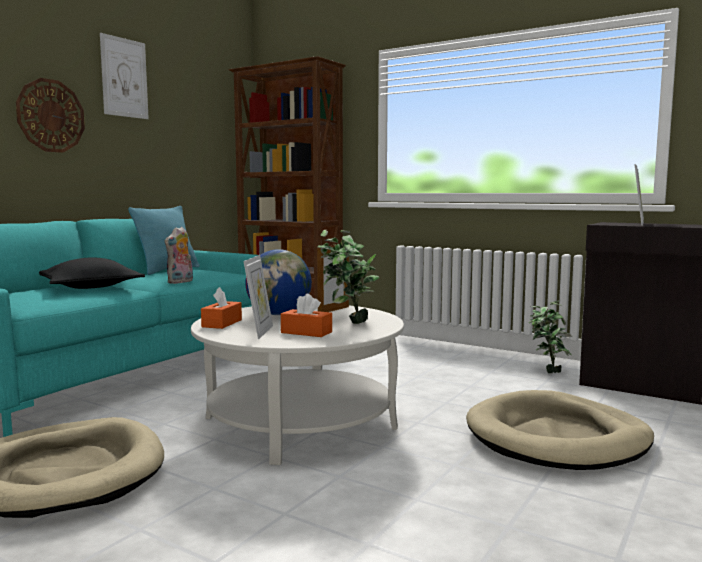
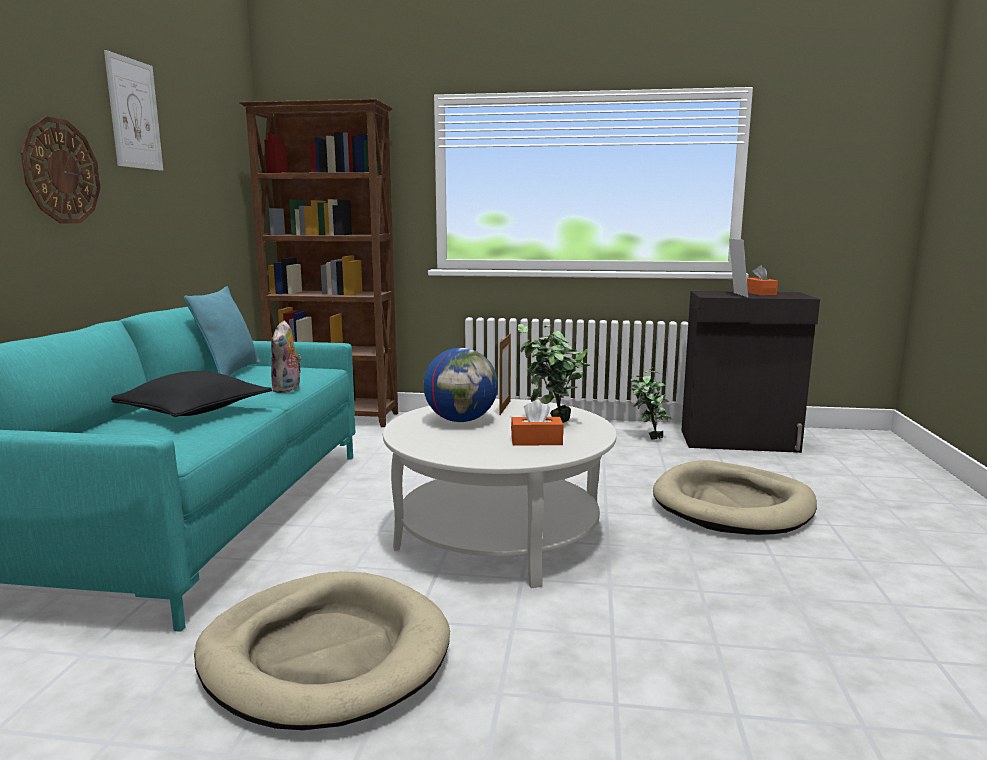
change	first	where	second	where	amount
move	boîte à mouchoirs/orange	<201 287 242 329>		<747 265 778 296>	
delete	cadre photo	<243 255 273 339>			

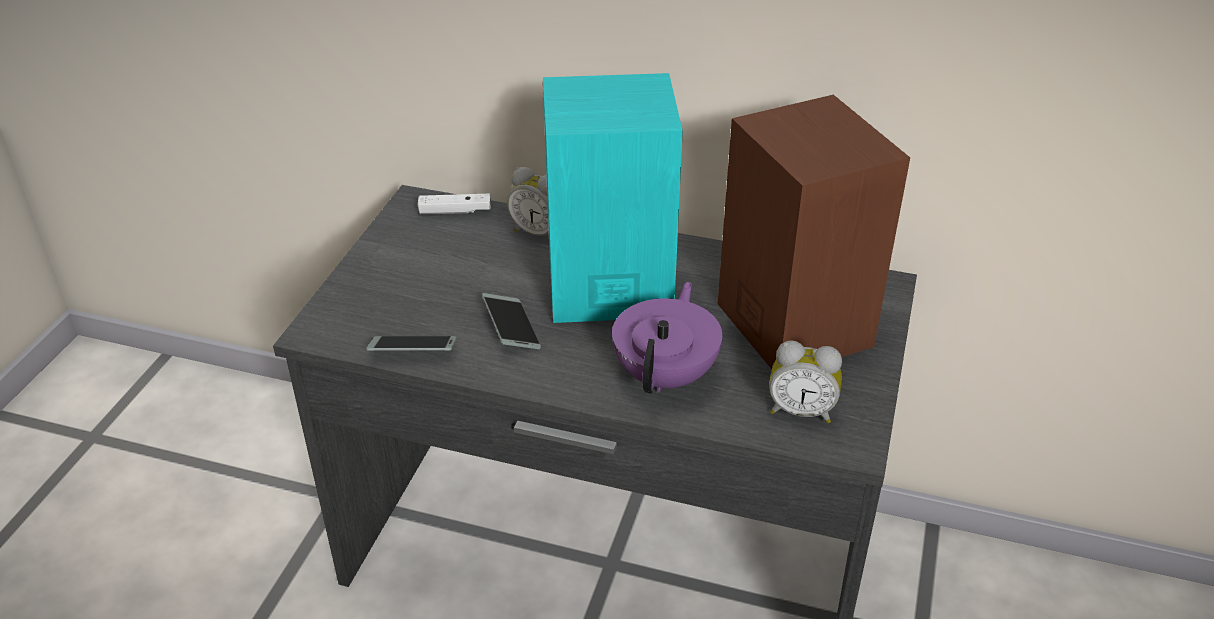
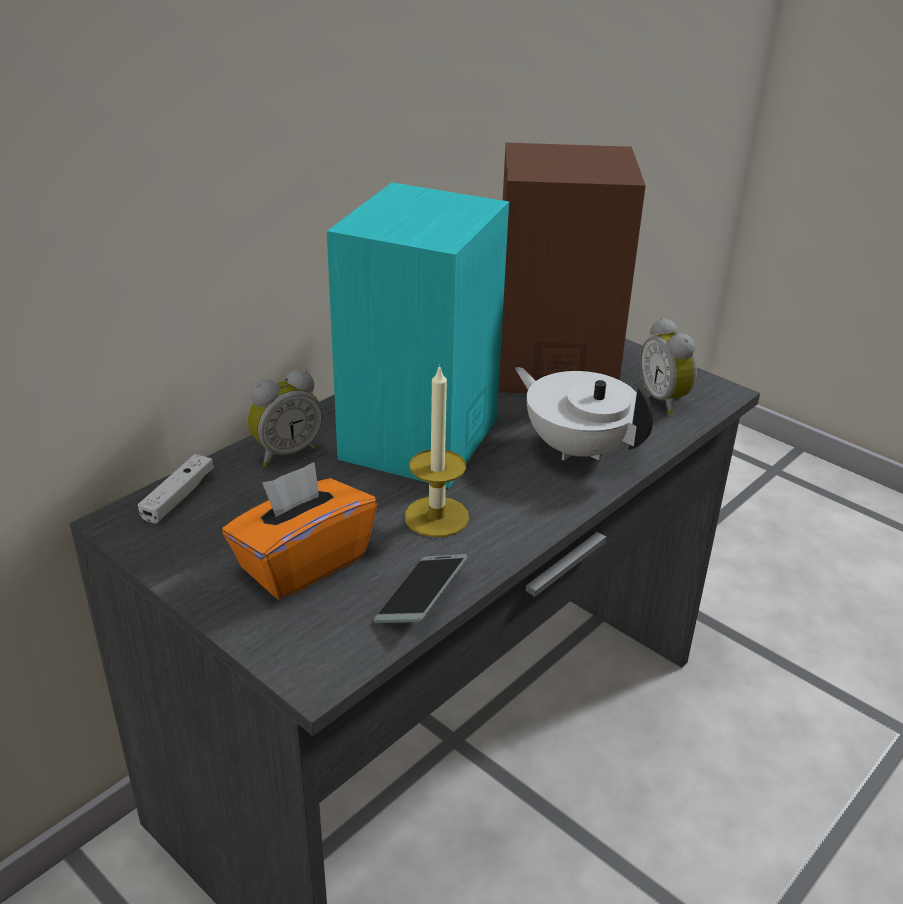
change	first	where	second	where	amount
insert			boîte à mouchoirs/orange	<222 462 377 600>	
replace	téléphone	<482 293 541 349>	bougie	<405 364 469 537>	
recolor	théière/violet	<612 282 722 394>	théière/blanc	<515 367 653 461>	
rotate	réveil	<769 340 842 423>		<640 318 697 415>	120 degrees clockwise

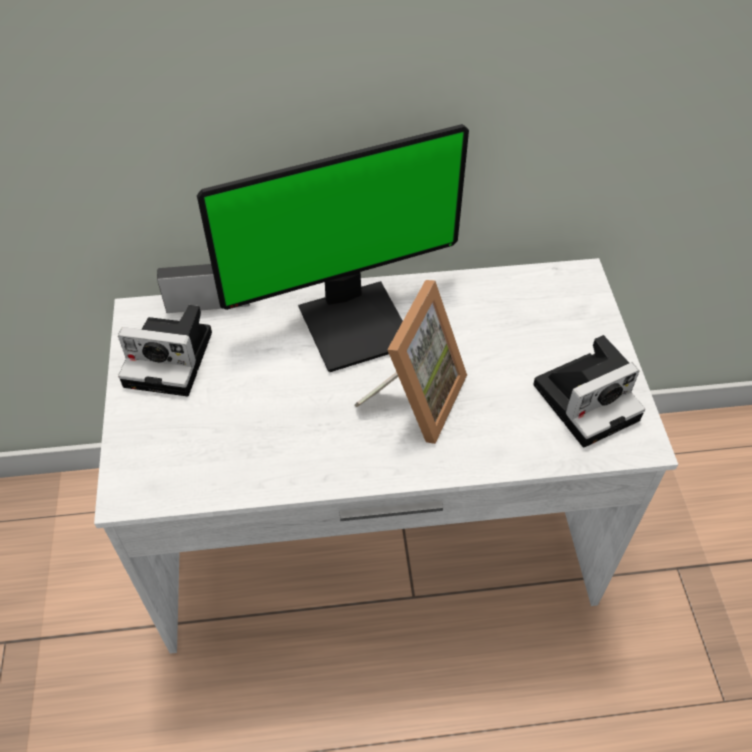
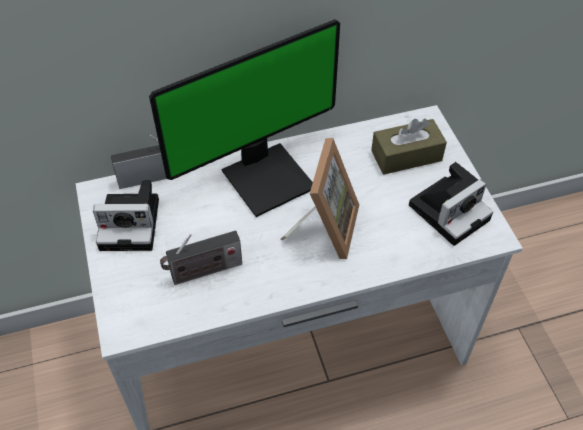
change	first	where	second	where	amount
insert			radio	<160 230 242 285>	
insert			boîte à mouchoirs/marron	<371 119 447 175>	

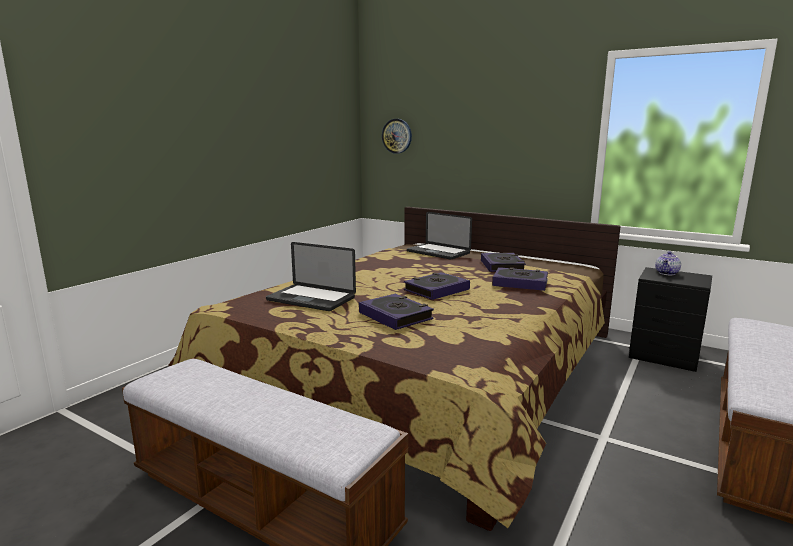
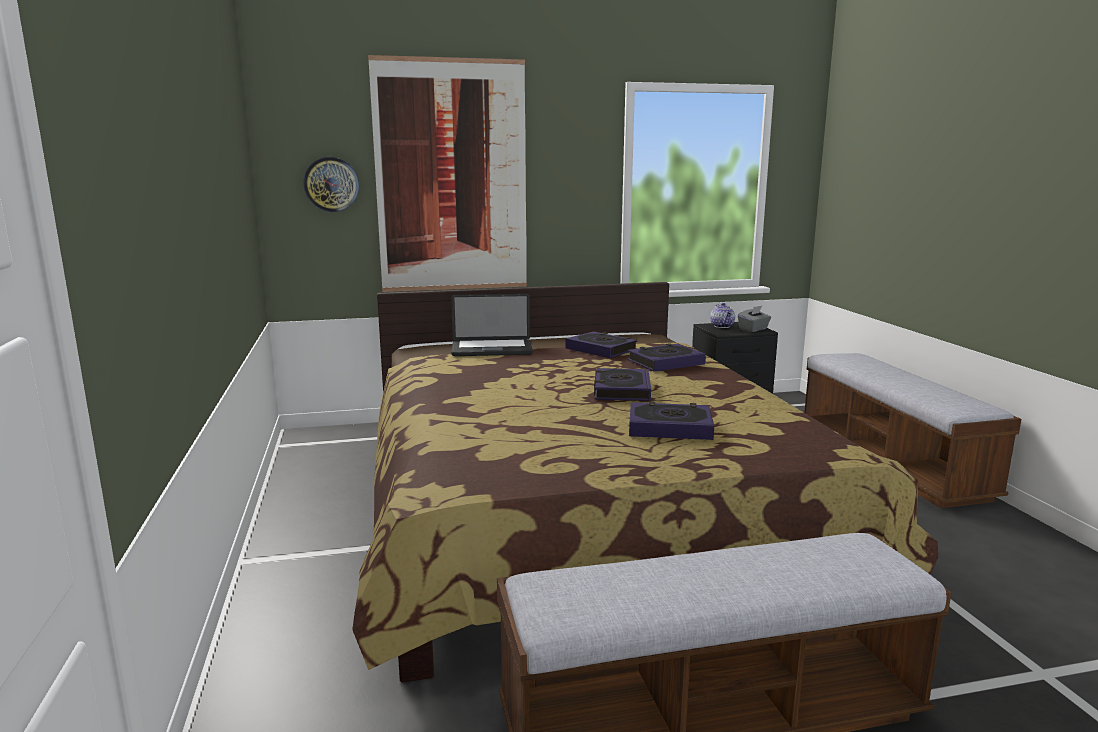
change	first	where	second	where	amount
insert			tableau	<368 55 527 292>	
insert			boîte à mouchoirs/gris	<738 305 771 332>	
delete	ordinateur portable	<266 242 356 311>			

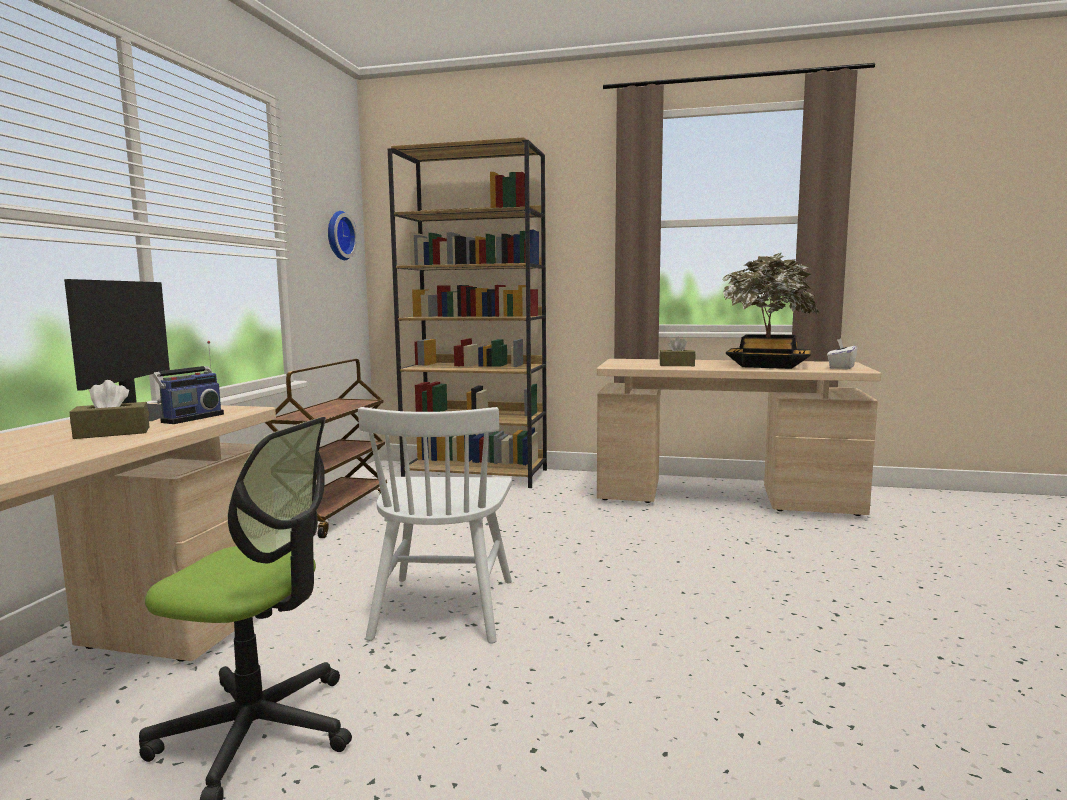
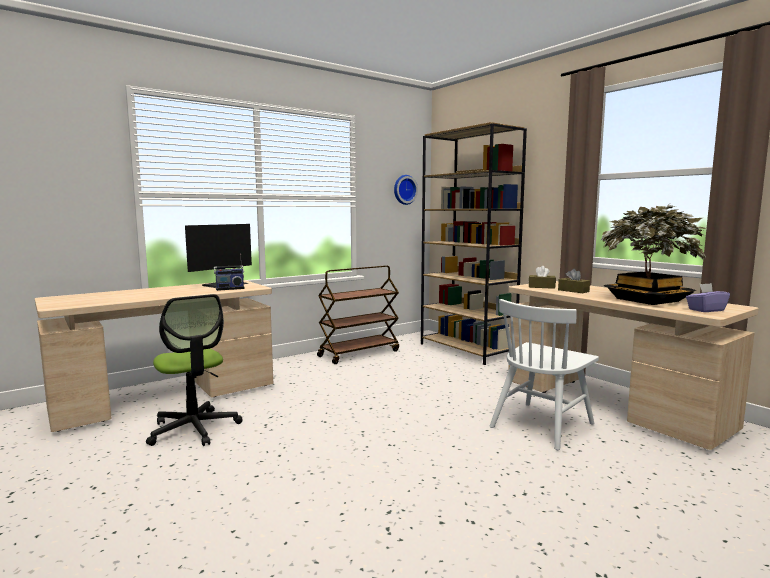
change	first	where	second	where	amount
move	chaise/blanc	<358 407 512 644>		<490 299 599 450>	
move	boîte à mouchoirs/marron	<70 380 149 439>		<529 266 556 289>	
recolor	boîte à mouchoirs/blanc	<827 339 857 369>	boîte à mouchoirs/violet	<686 283 730 312>	

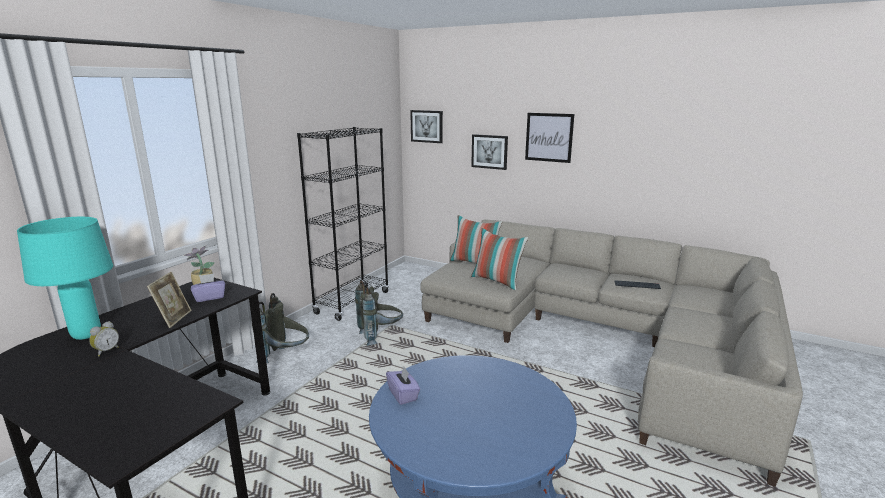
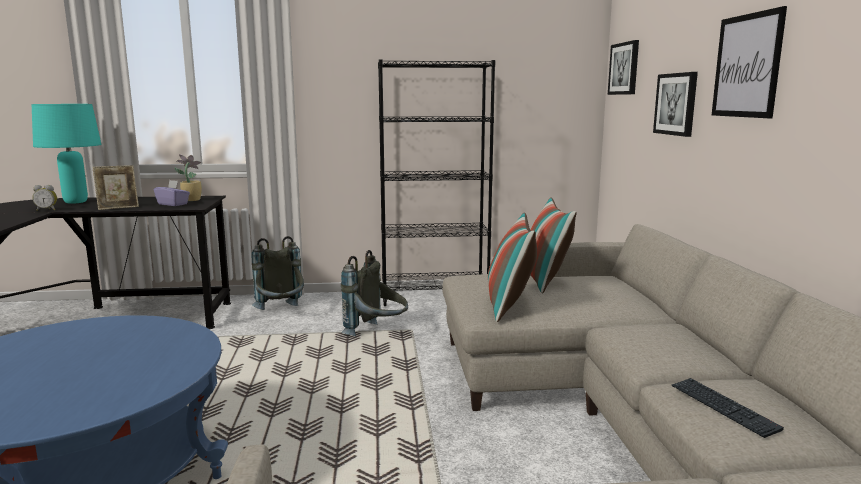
change	first	where	second	where	amount
delete	boîte à mouchoirs/violet	<386 367 420 405>			

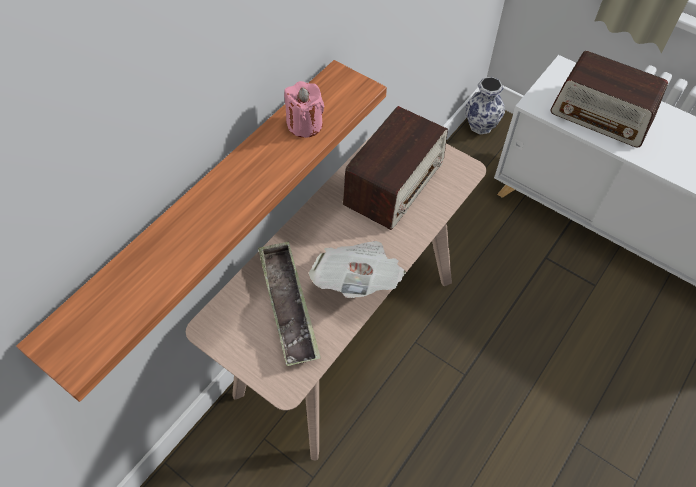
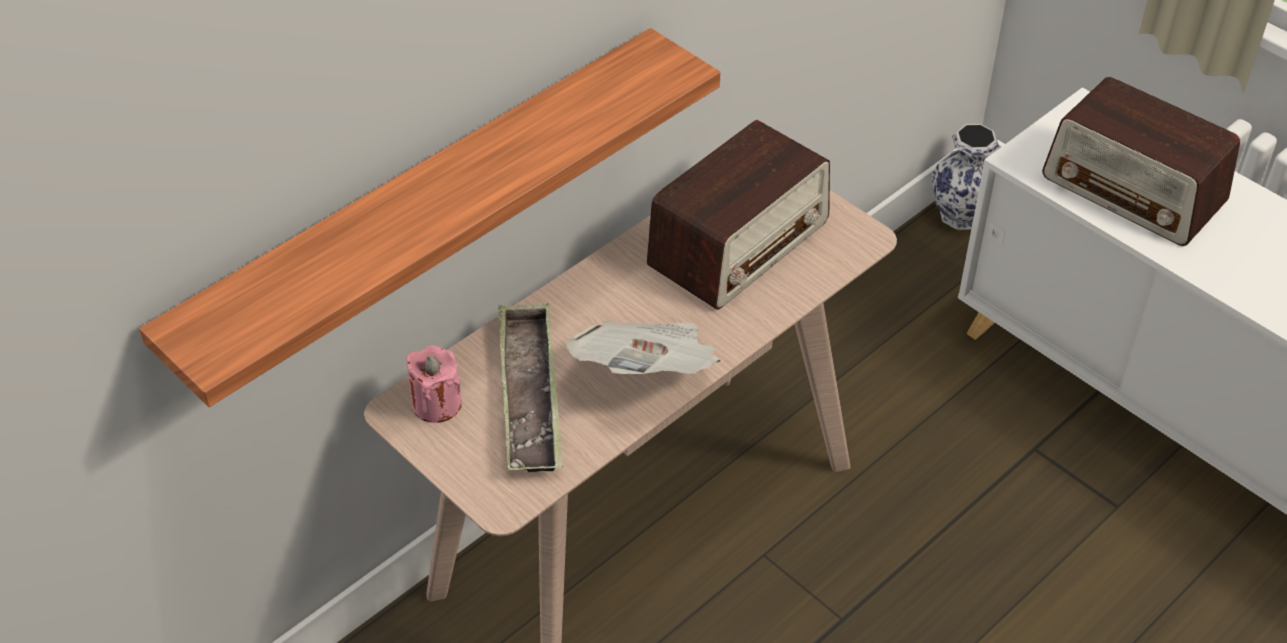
change	first	where	second	where	amount
move	bougie/rose	<284 81 324 138>		<406 345 462 423>	

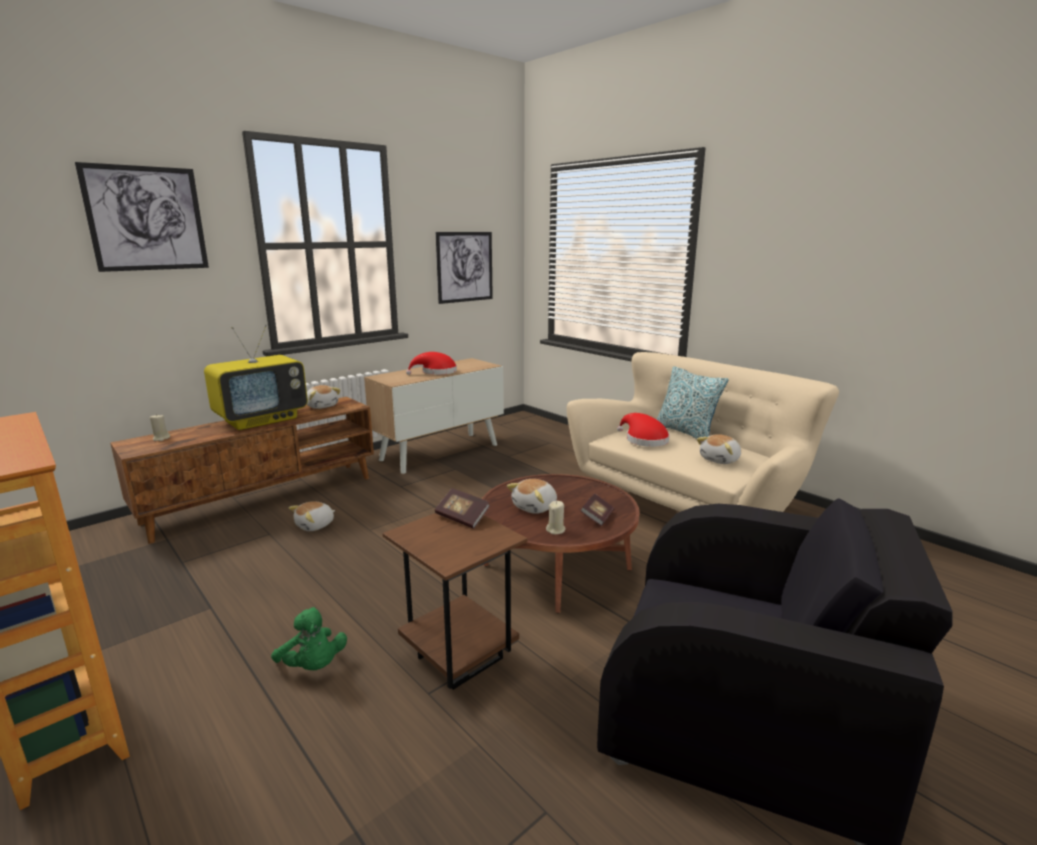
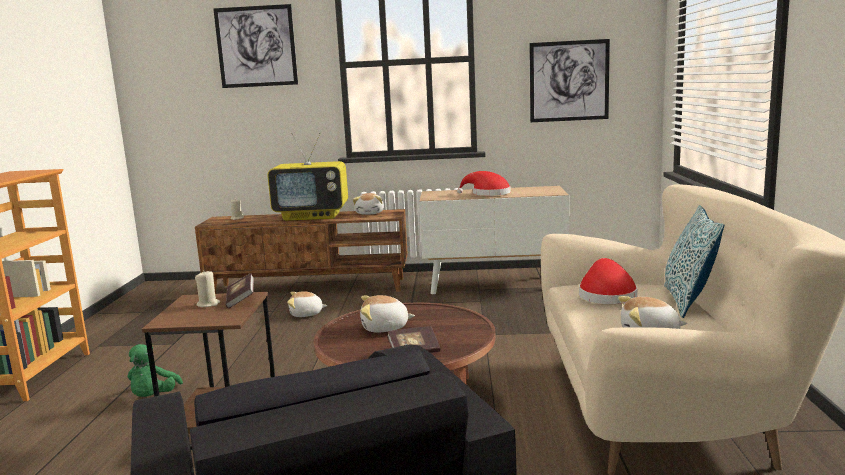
change	first	where	second	where	amount
move	bougie/beige	<546 501 565 534>		<195 271 220 307>	

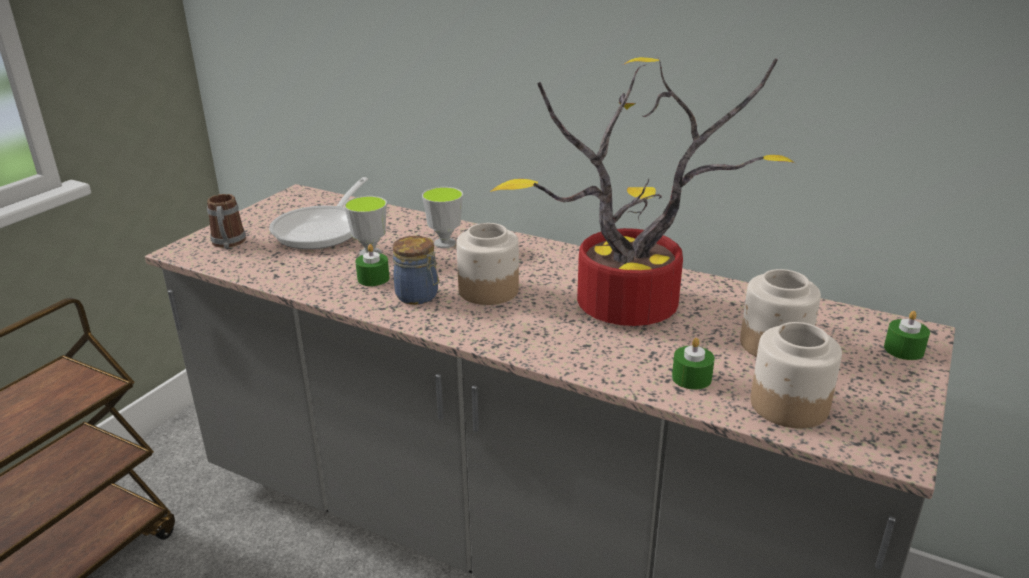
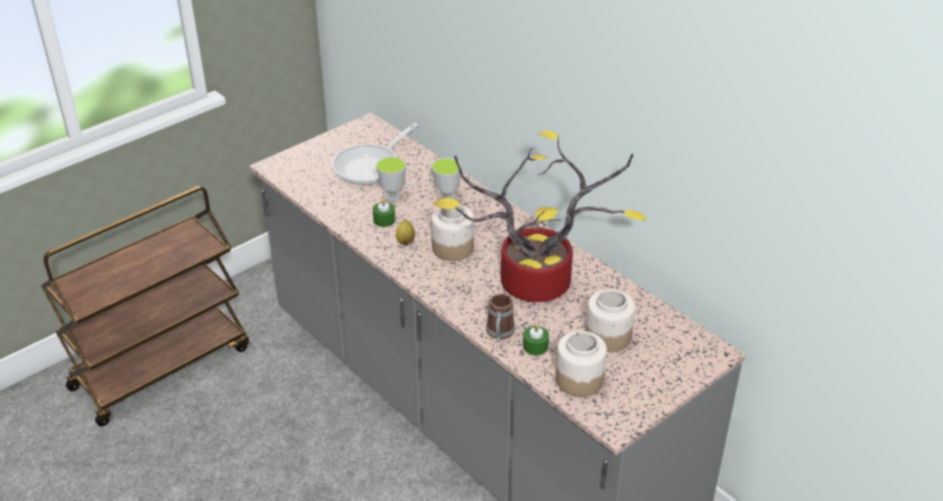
change	first	where	second	where	amount
replace	bocal	<393 236 439 305>	citron	<396 219 415 245>	
move	mug	<207 194 246 248>		<486 294 515 342>	
delete	bougie/vert	<884 311 930 360>			

